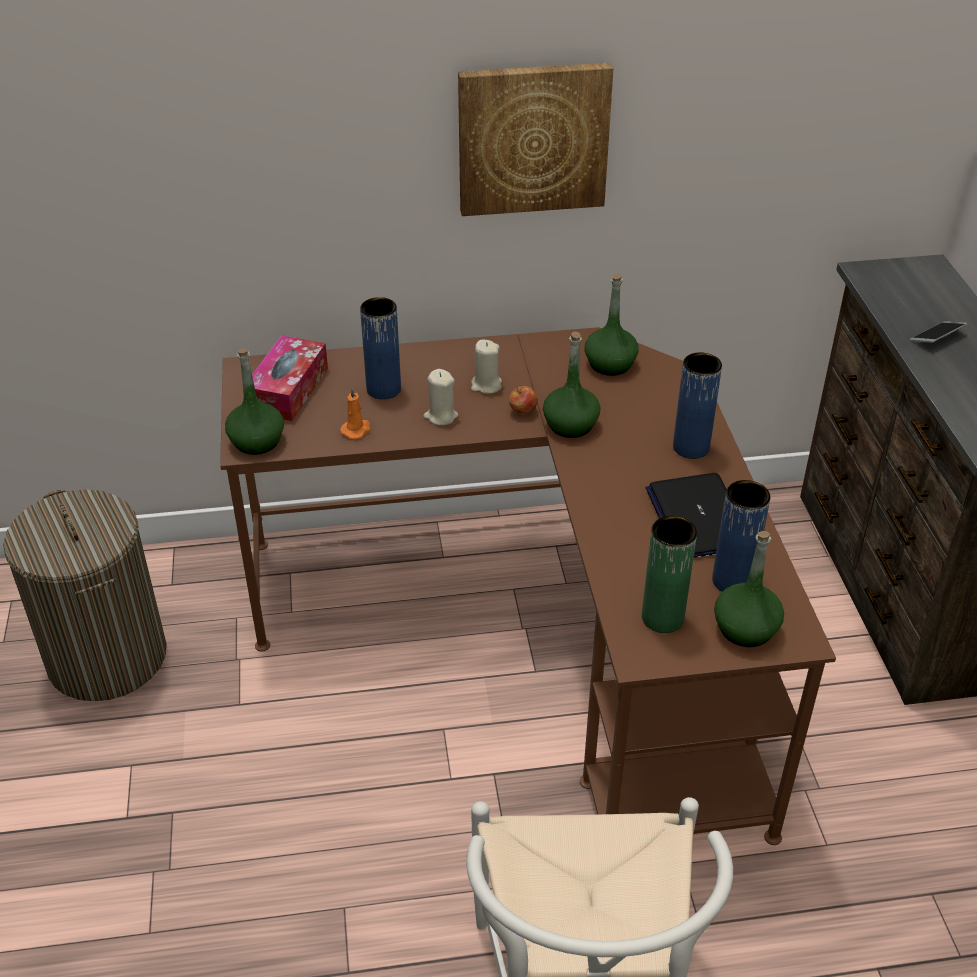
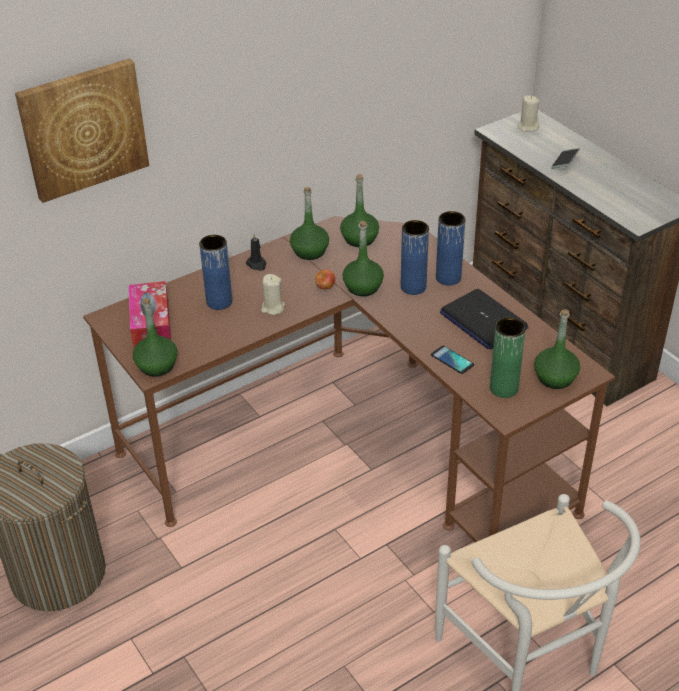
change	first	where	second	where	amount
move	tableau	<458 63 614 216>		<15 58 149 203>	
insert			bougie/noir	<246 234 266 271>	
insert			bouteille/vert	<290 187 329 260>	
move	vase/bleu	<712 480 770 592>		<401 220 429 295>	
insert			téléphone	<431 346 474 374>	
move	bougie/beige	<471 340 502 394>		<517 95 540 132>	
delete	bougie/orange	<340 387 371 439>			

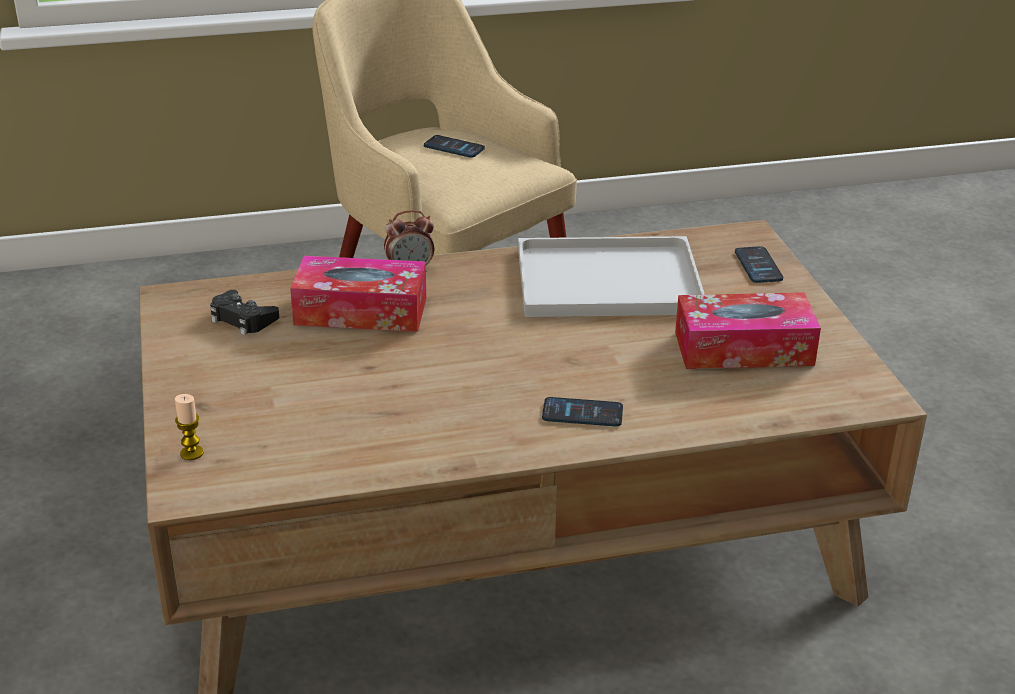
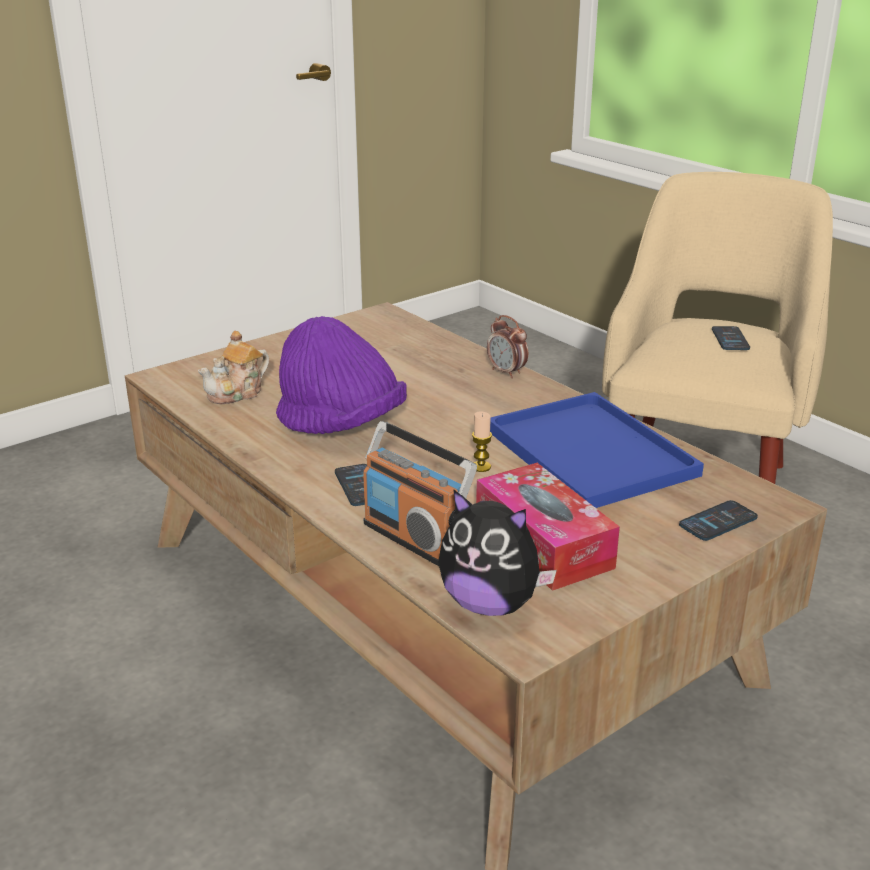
change	first	where	second	where	amount
insert			théière	<198 331 269 404>	
insert			chapeau/violet	<276 316 407 434>	
insert			radio	<363 421 477 566>	
insert			peluche	<438 489 557 616>	
move	bougie	<175 394 203 460>		<472 411 492 472>	
recolor	plateau/blanc	<518 236 705 317>	plateau/bleu	<490 392 704 508>	
delete	manette/noir	<210 290 279 335>			
delete	boîte à mouchoirs	<290 256 426 332>			

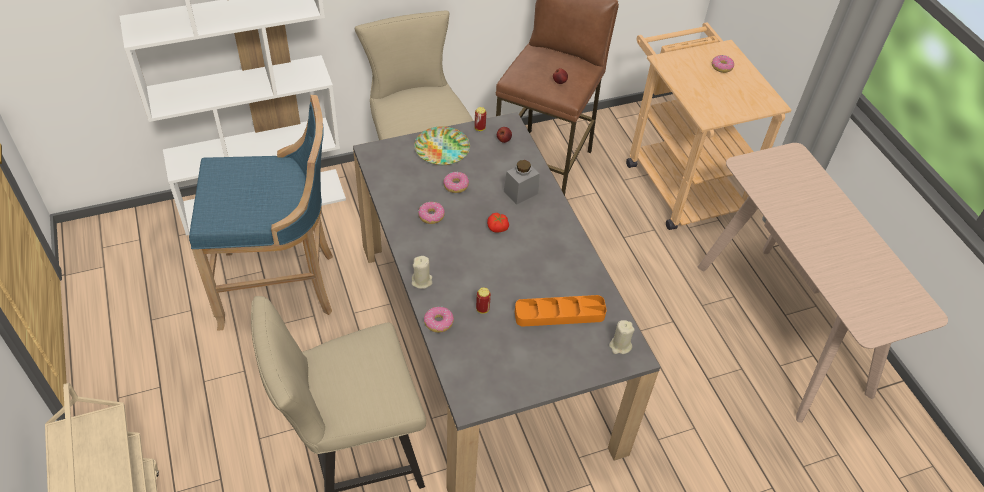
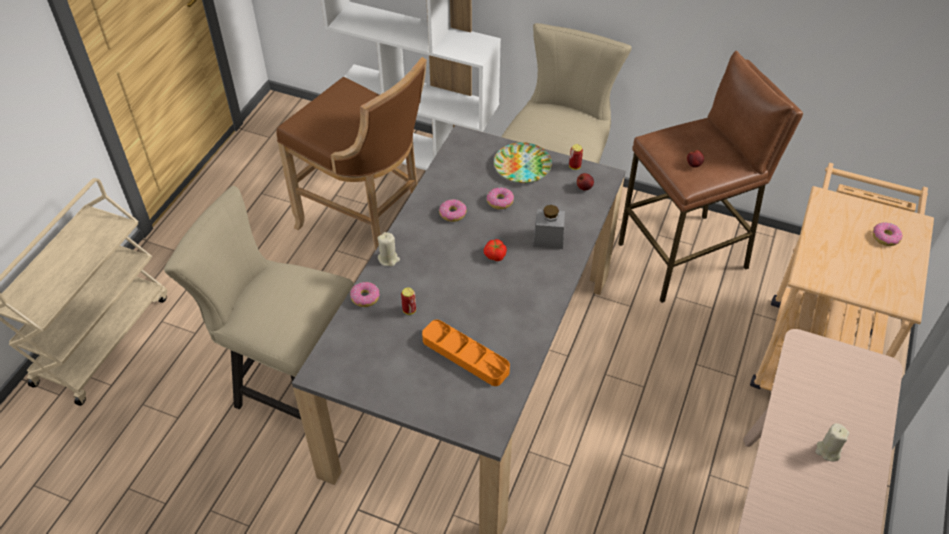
change	first	where	second	where	amount
recolor	tabouret/bleu	<189 95 333 331>	tabouret/marron	<277 57 427 251>	
move	bougie/beige	<609 320 635 354>		<815 423 849 461>	

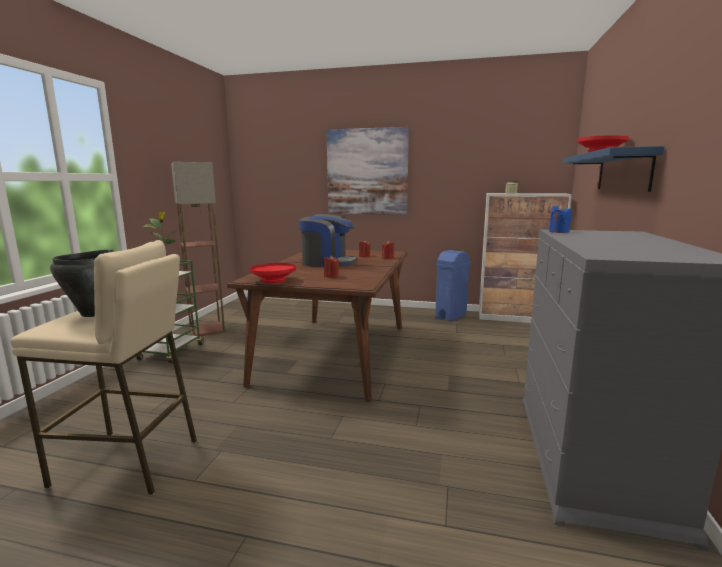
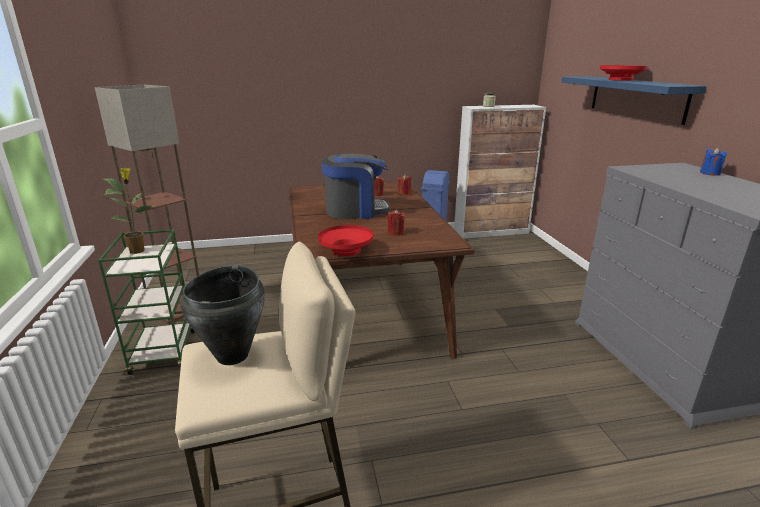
change	first	where	second	where	amount
move	bougie/bleu	<549 204 572 233>		<700 147 727 176>	
delete	tableau	<327 127 409 215>			

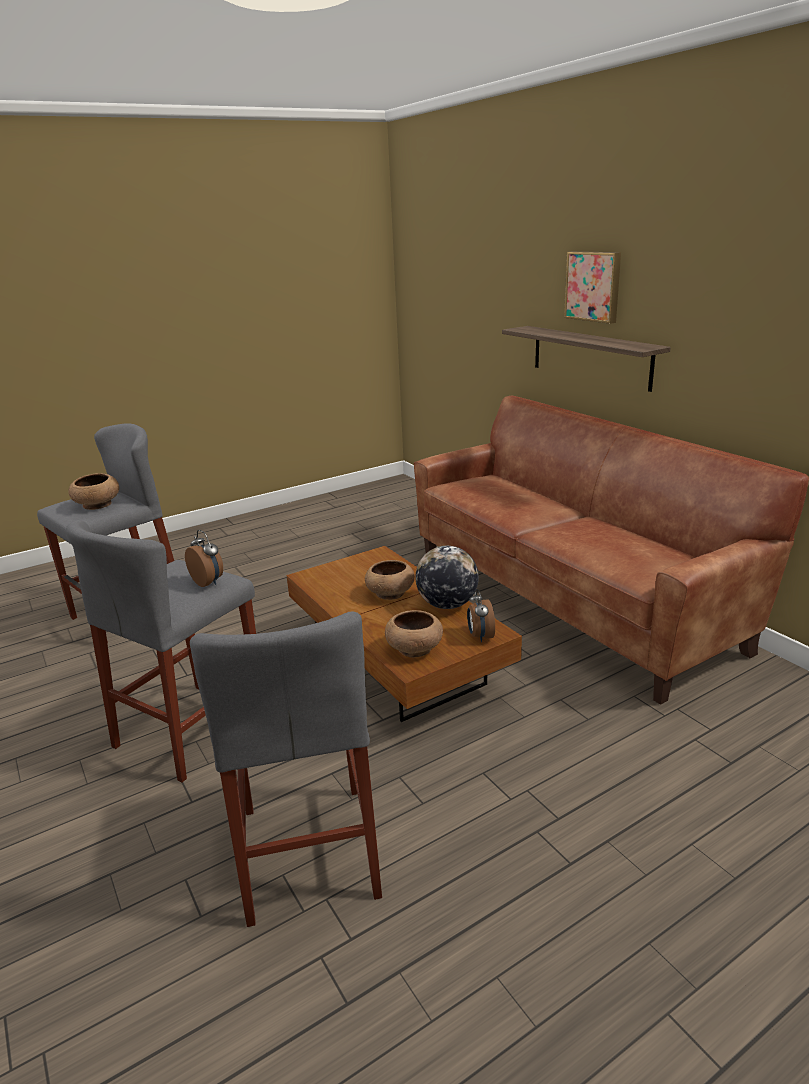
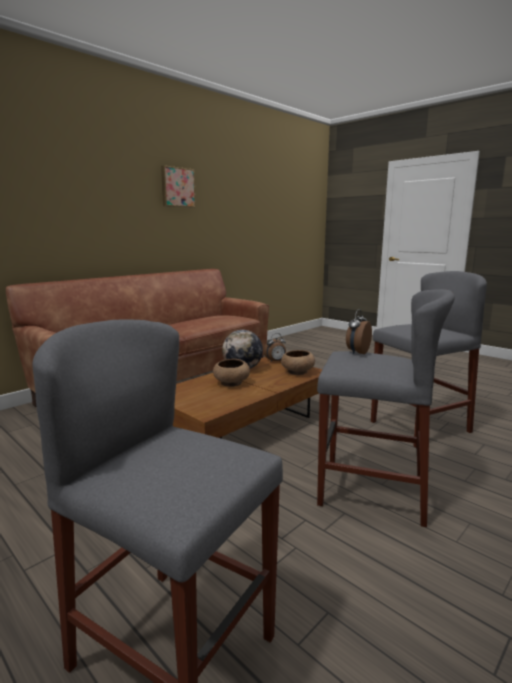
change	first	where	second	where	amount
move	tableau	<564 251 621 324>		<161 165 196 208>	
delete	bol/marron	<68 473 119 510>			
delete	étagère	<502 326 671 392>			

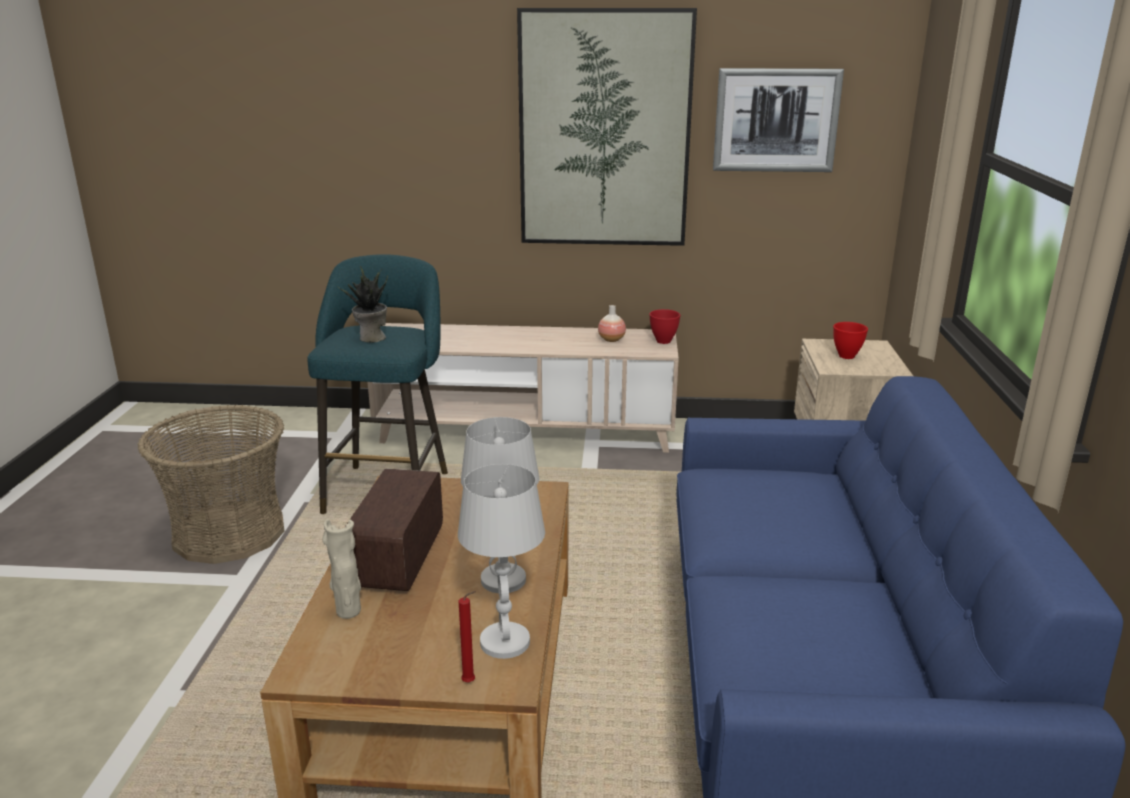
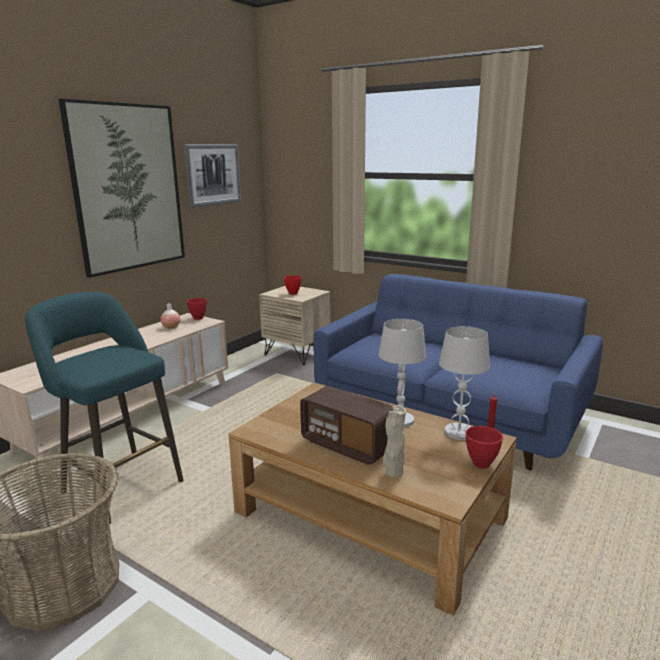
change	first	where	second	where	amount
insert			bol/rouge	<466 426 503 469>	
delete	plante en pot	<337 266 388 343>			

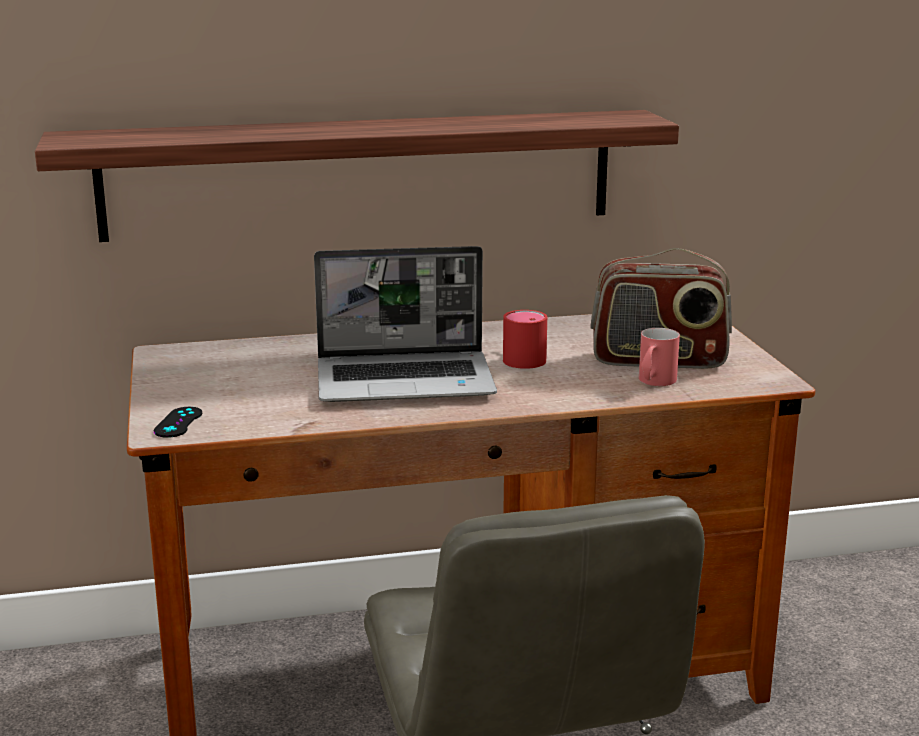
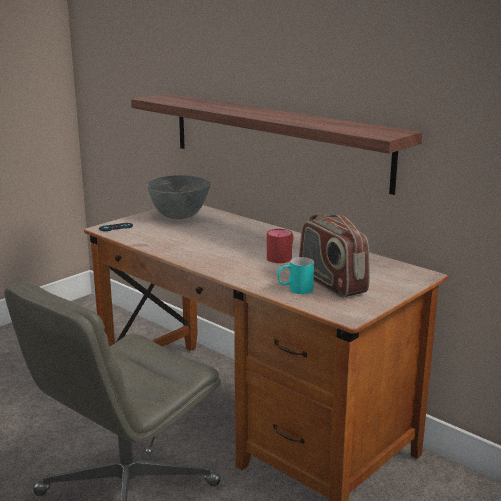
change	first	where	second	where	amount
insert			bol/gris	<147 175 210 219>	
recolor	mug/rouge	<639 328 680 386>	mug/turquoise	<277 257 314 294>	
delete	ordinateur portable	<314 246 497 402>			

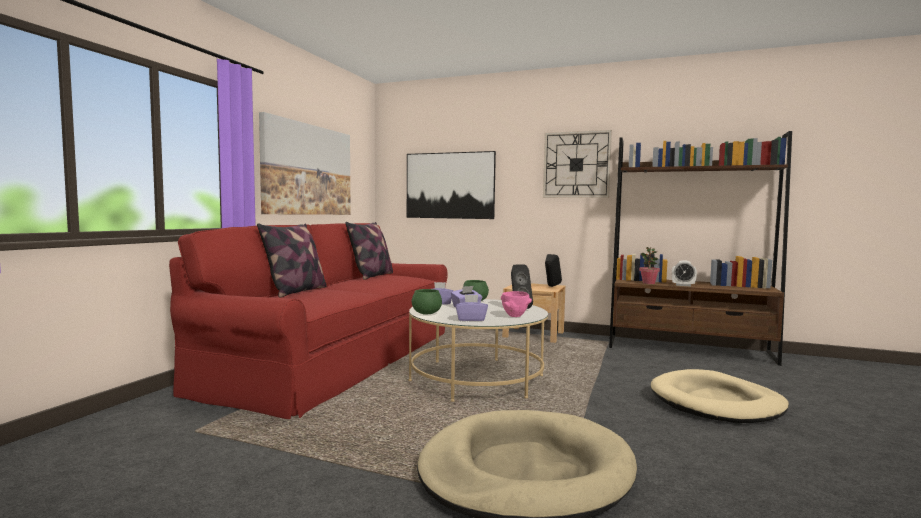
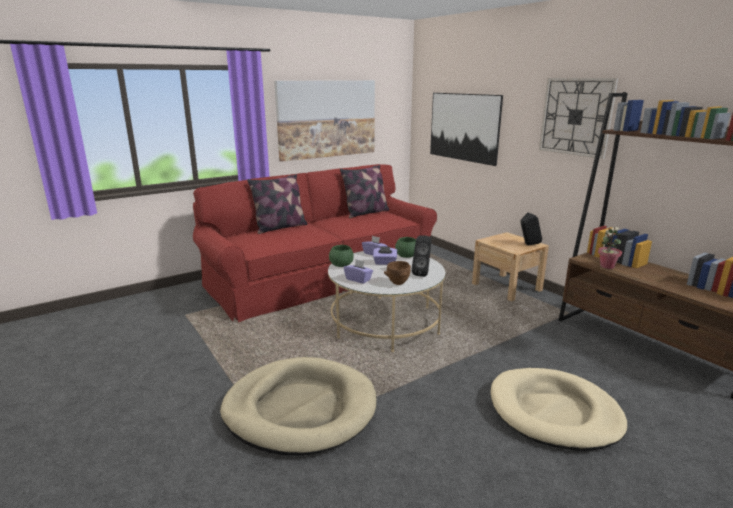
change	first	where	second	where	amount
recolor	bol/rose	<501 291 532 317>	bol/marron	<384 261 411 285>	
delete	réveil	<672 260 697 286>			

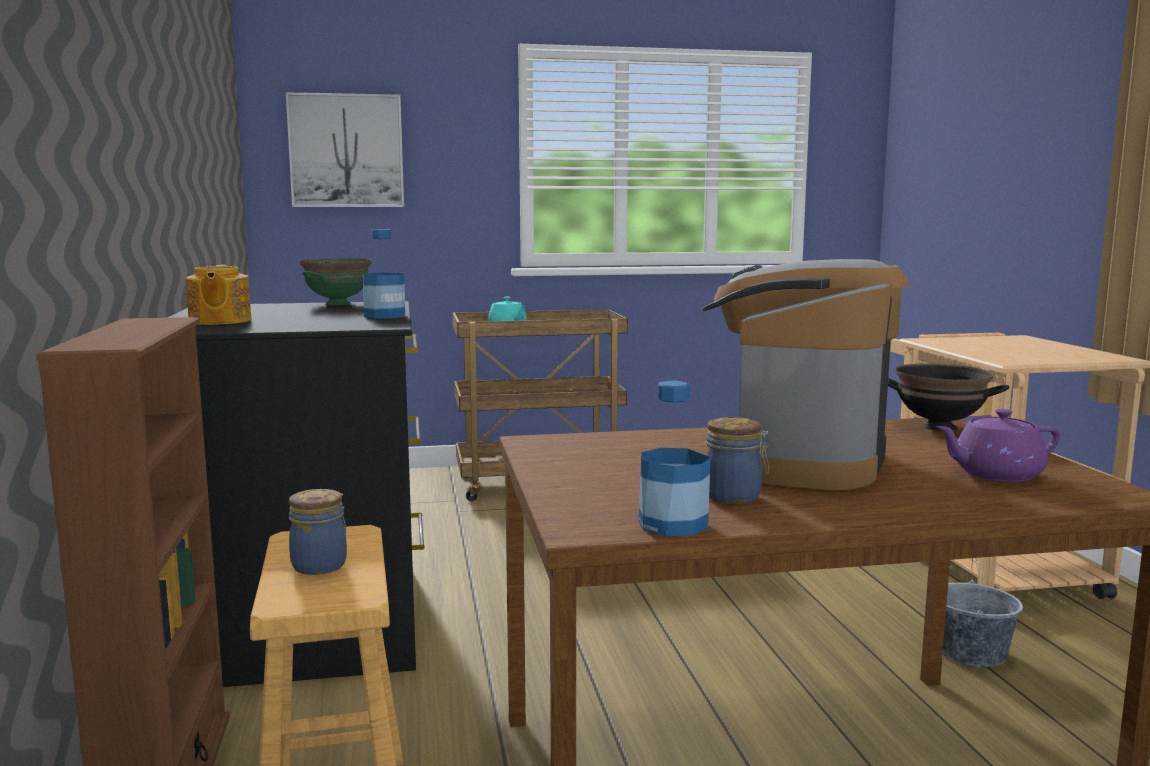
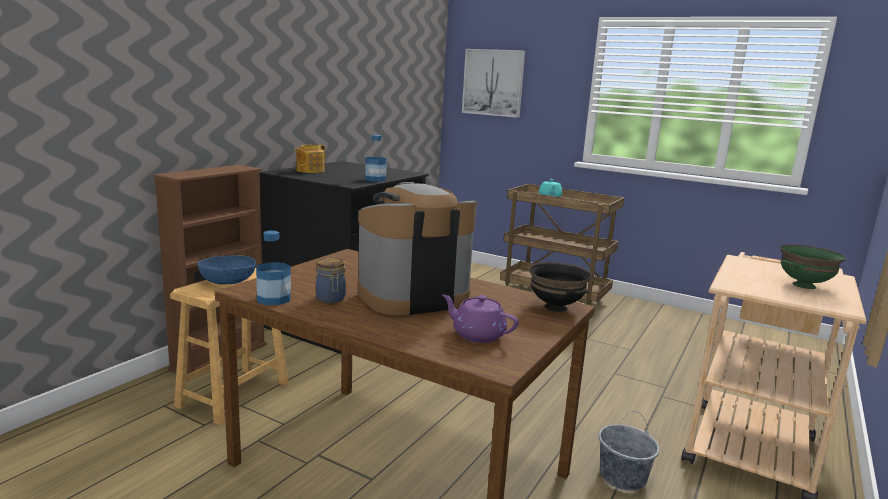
change	first	where	second	where	amount
replace	bocal	<289 489 347 575>	bol/bleu	<198 255 256 285>	
move	bol/vert	<300 258 372 305>		<780 245 845 289>	

